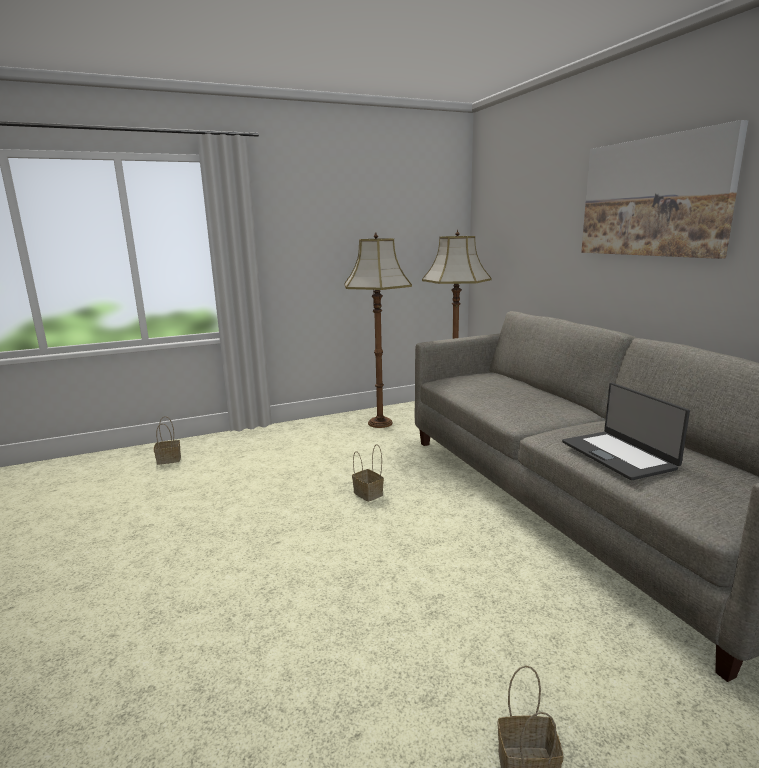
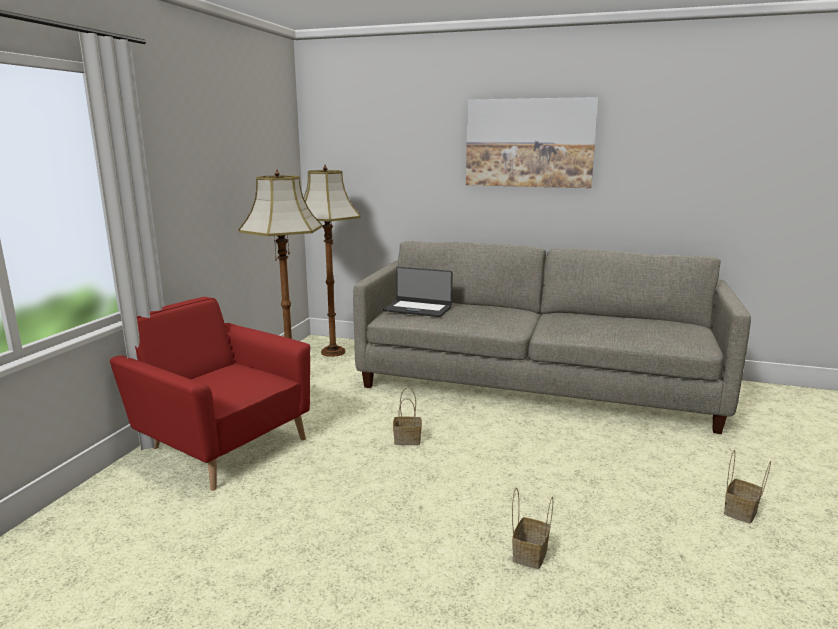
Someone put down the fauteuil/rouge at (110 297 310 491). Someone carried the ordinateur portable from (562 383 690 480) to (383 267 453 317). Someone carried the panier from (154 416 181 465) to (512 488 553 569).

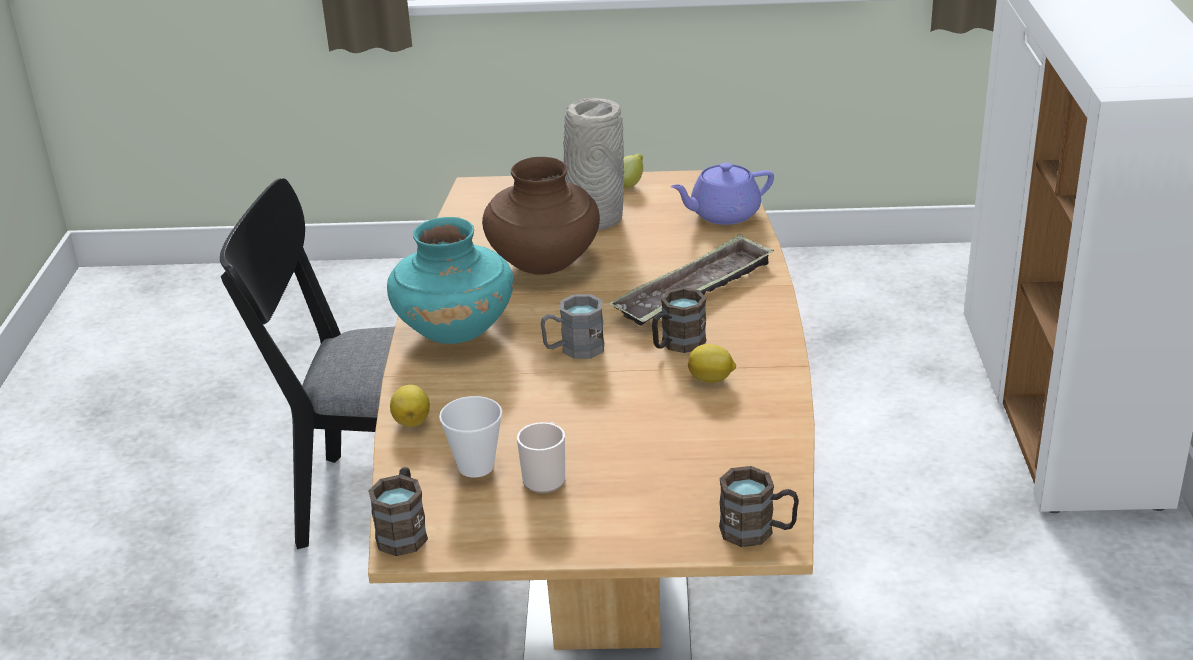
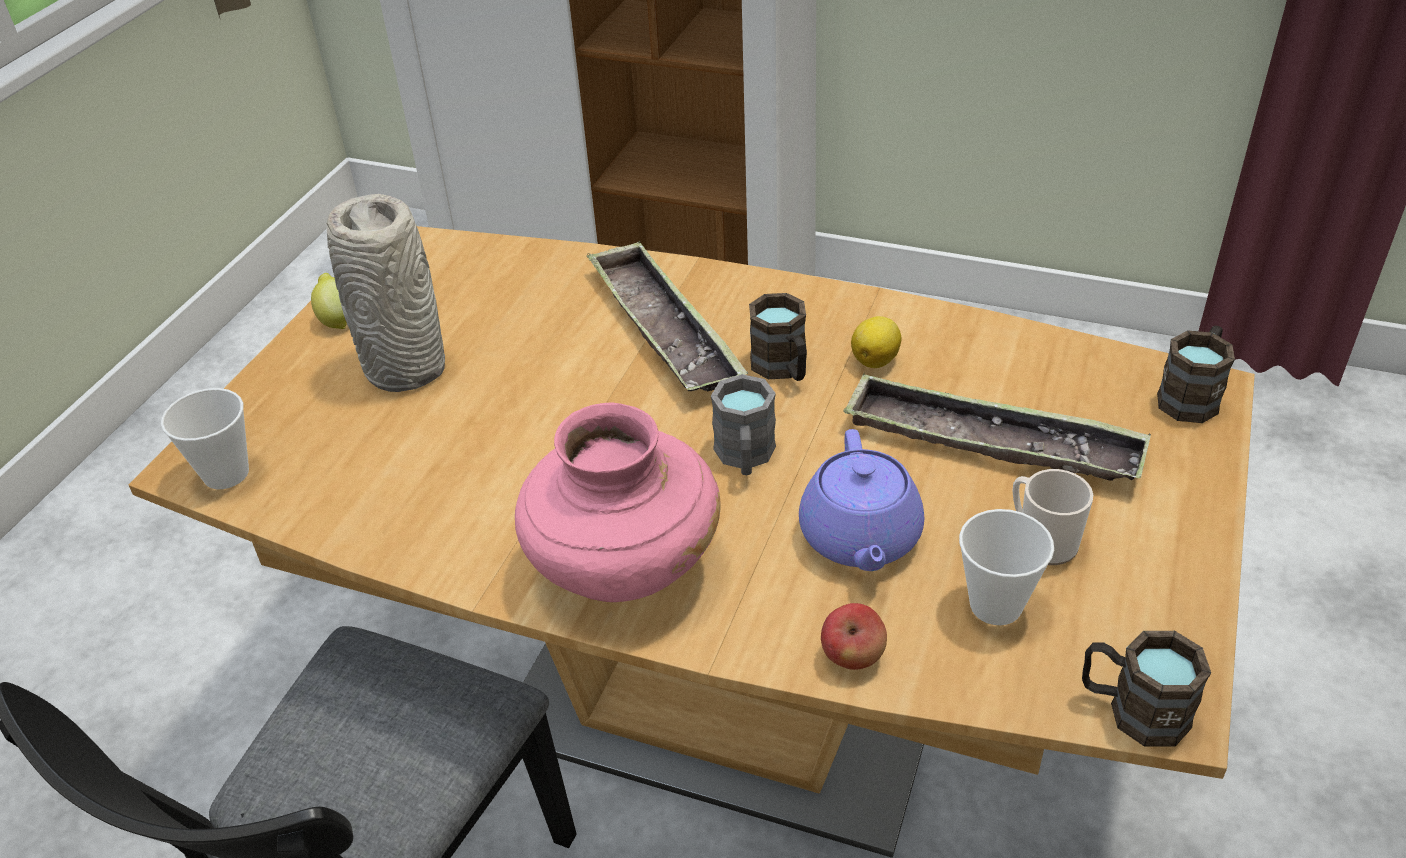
Someone put down the tasse at (161 388 249 489). Someone repainted the vase/turquoise at (387 217 514 344), which became the vase/rose at (515 402 721 602). Someone carried the théière/violet from (670 163 774 225) to (799 429 924 571). Someone swapped the citron at (390 385 430 427) for the pomme at (821 603 887 670). Someone put down the plateau at (843 373 1151 481). Someone took away the vase/marron at (482 157 600 275).

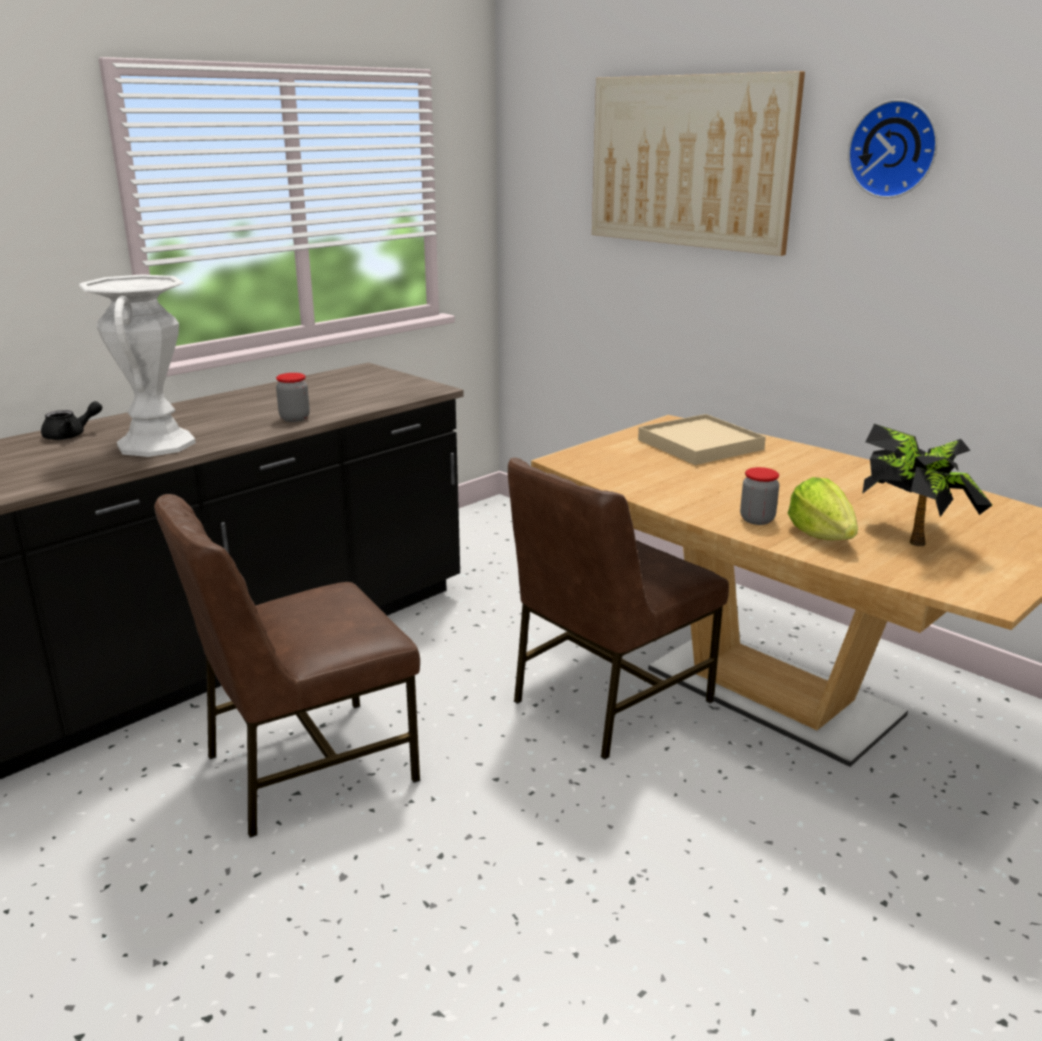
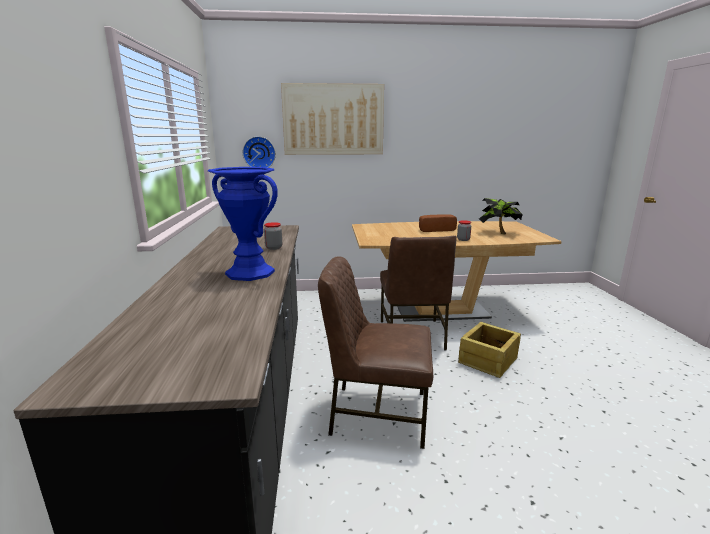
Someone repainted the vase/blanc at (79 274 196 457), which became the vase/bleu at (208 167 278 281). Someone carried the horloge murale from (848 99 938 199) to (243 136 276 168). Someone rotated the chaise/marron at (154 494 420 838) by 90 degrees clockwise. Someone put down the pain at (419 214 457 232). Someone put down the caisse at (458 321 521 378). Someone took away the théière/noir at (41 401 102 440). Someone took away the plateau/beige at (638 414 766 465). Someone took away the laitue at (787 477 858 540).

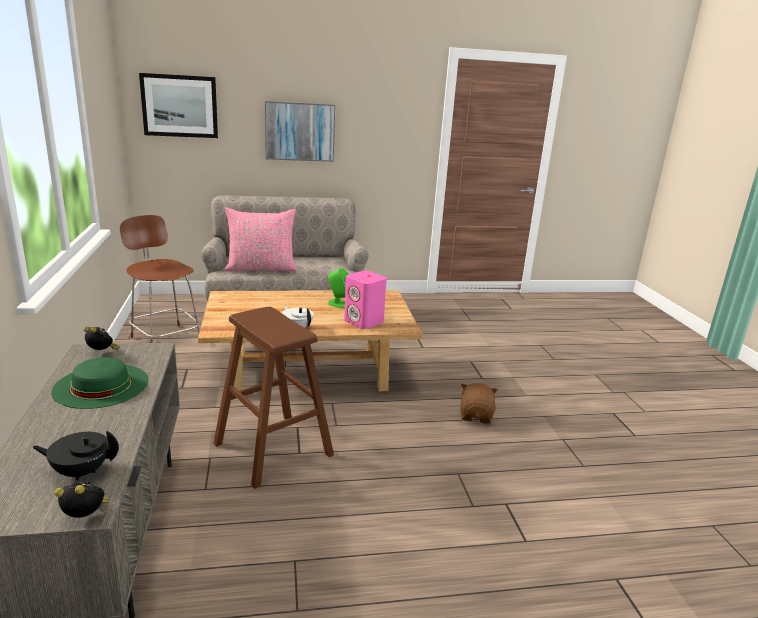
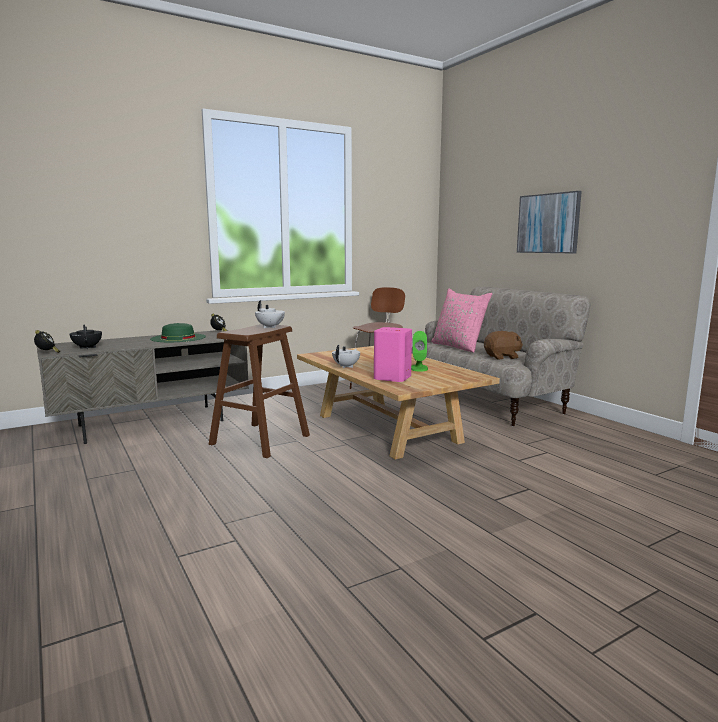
Someone put down the théière/blanc at (255 300 285 328). Someone carried the peluche/marron from (461 383 498 424) to (484 331 523 360). Someone took away the tableau at (139 73 218 138).

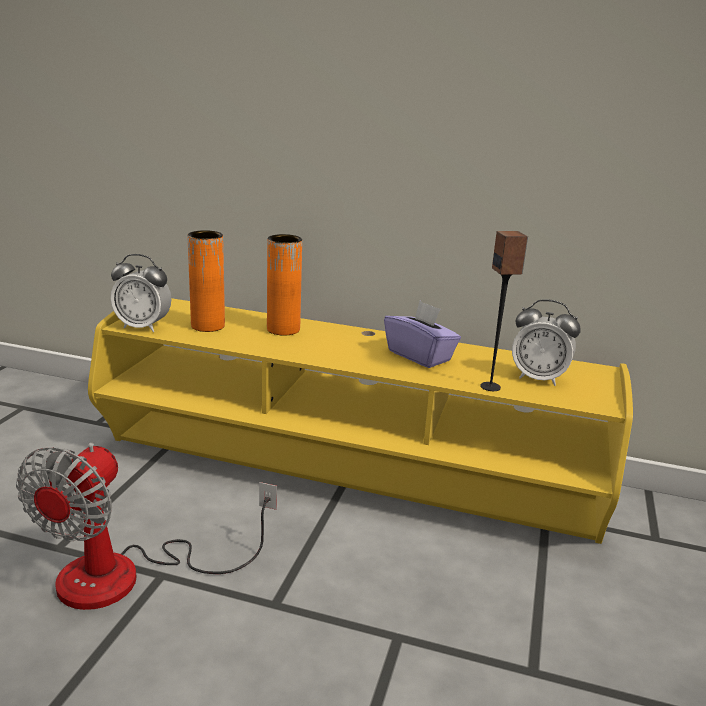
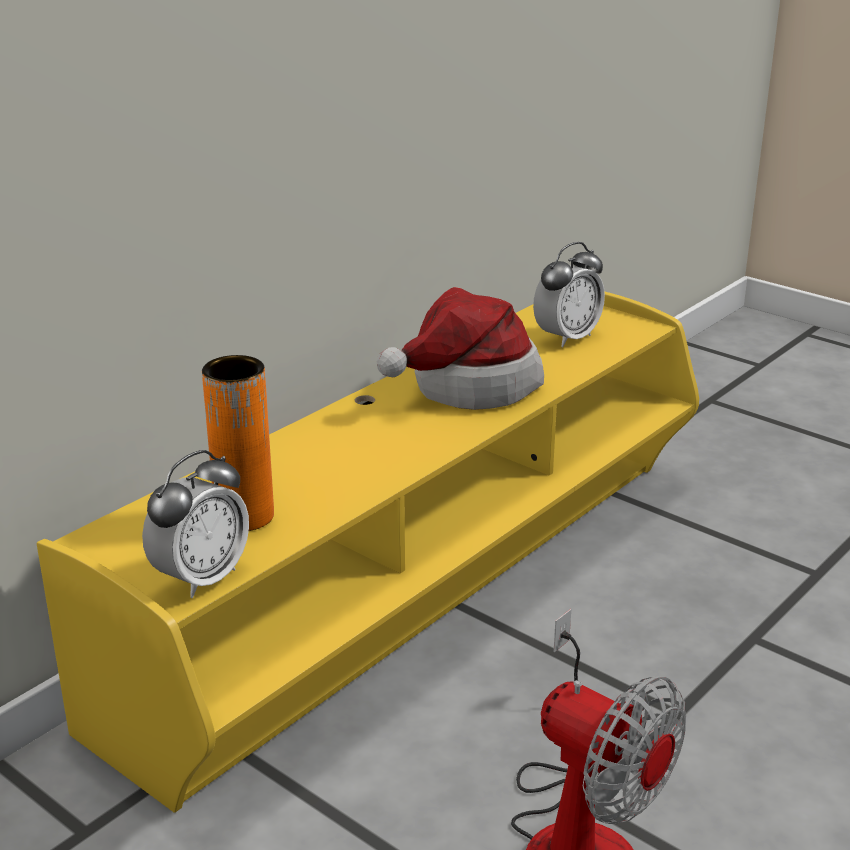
Someone swapped the boîte à mouchoirs/violet at (384 301 461 368) for the chapeau at (376 287 544 410). Someone took away the vase/orange at (267 234 302 335). Someone took away the enceinte at (480 231 528 391).

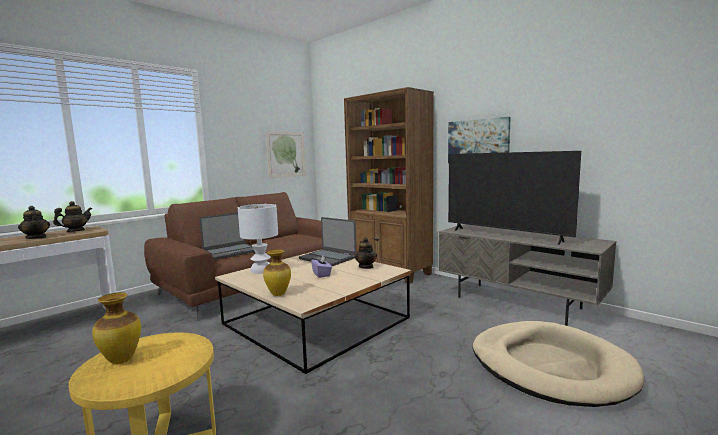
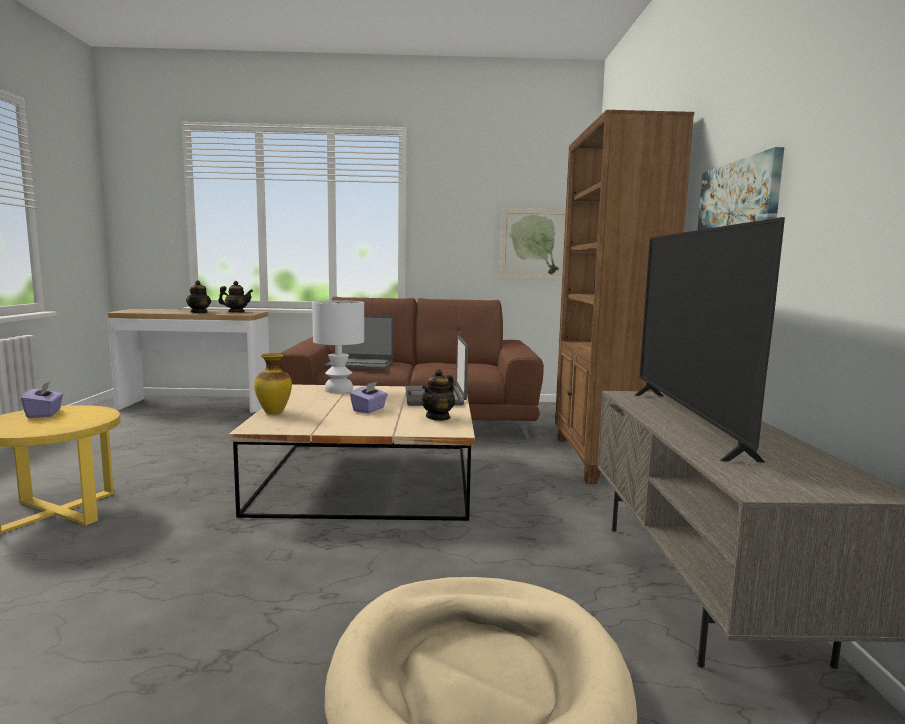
Someone swapped the vase at (92 292 141 364) for the boîte à mouchoirs/violet at (21 381 63 418).

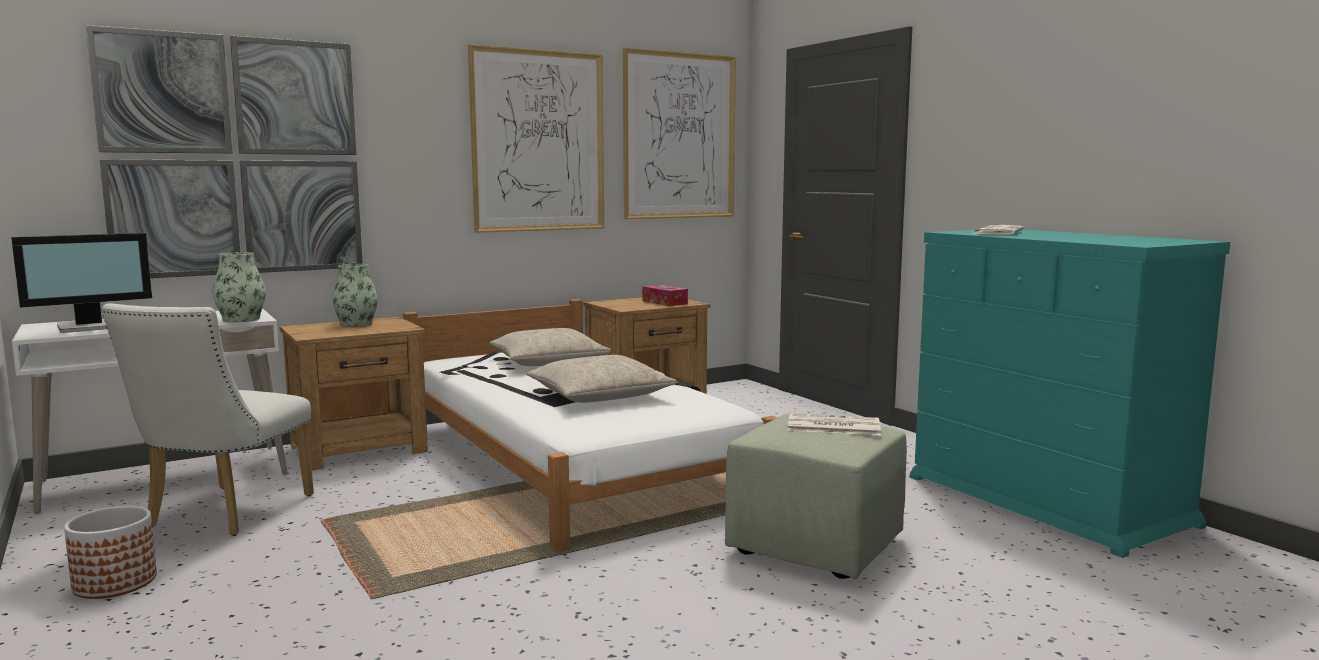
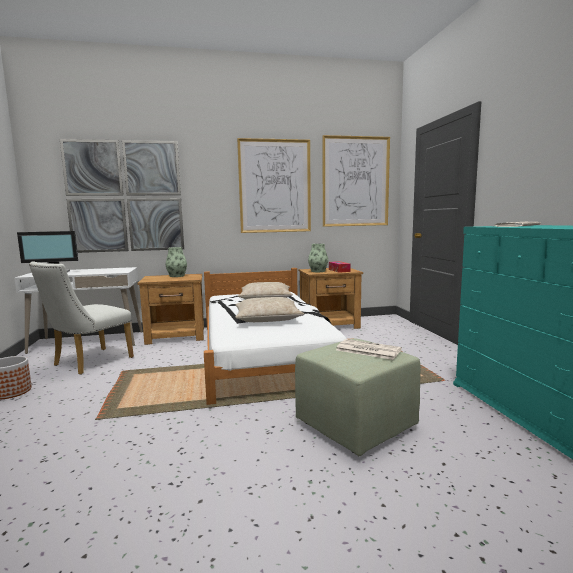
Someone carried the vase from (212 252 266 322) to (308 244 328 272).

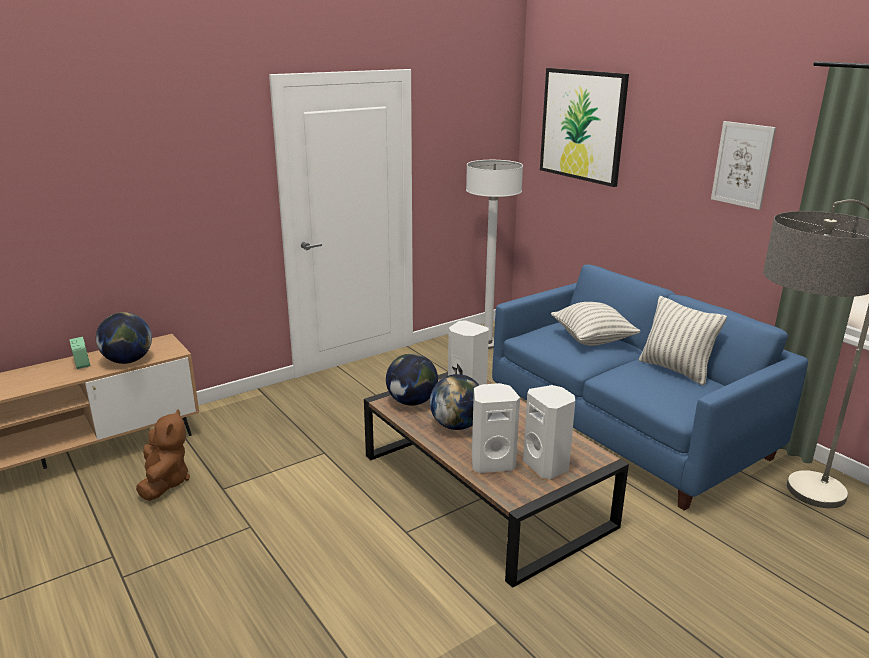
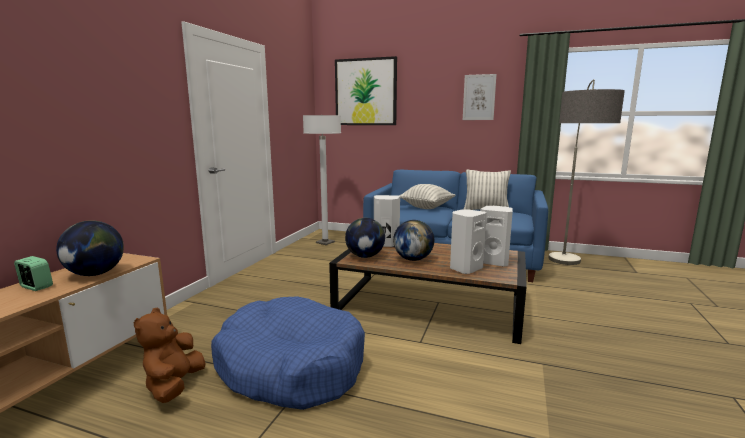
Someone rotated the peluche/marron at (136 409 190 501) by 135 degrees counterclockwise. Someone put down the panier pour chien/bleu at (211 296 365 410).

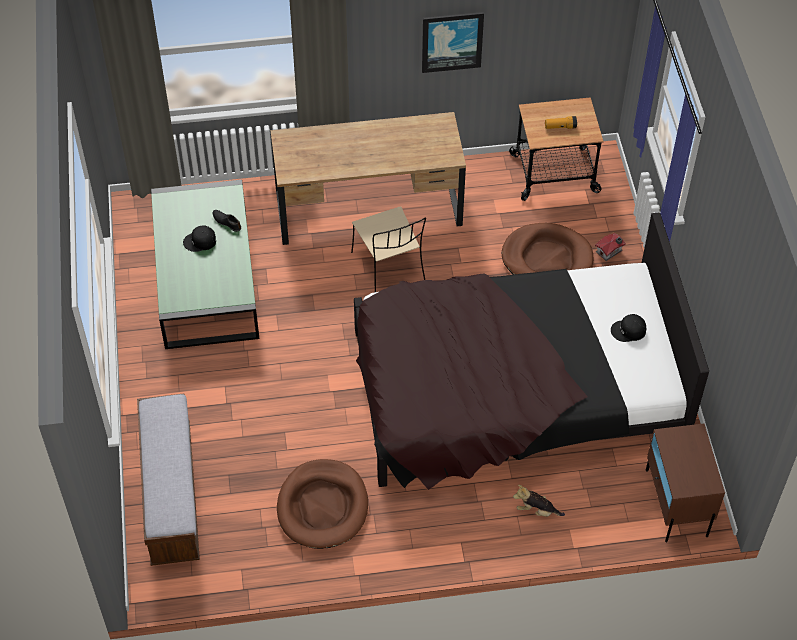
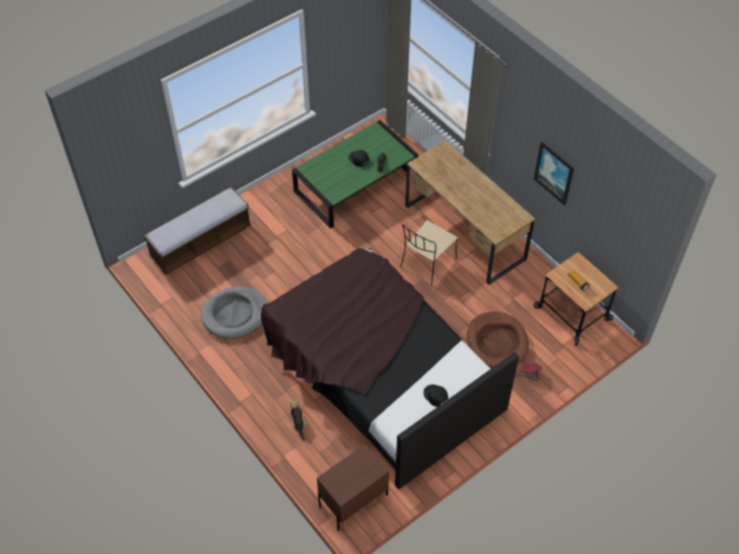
Someone repainted the panier pour chien/marron at (277 459 368 549), which became the panier pour chien/gris at (201 286 268 339).

